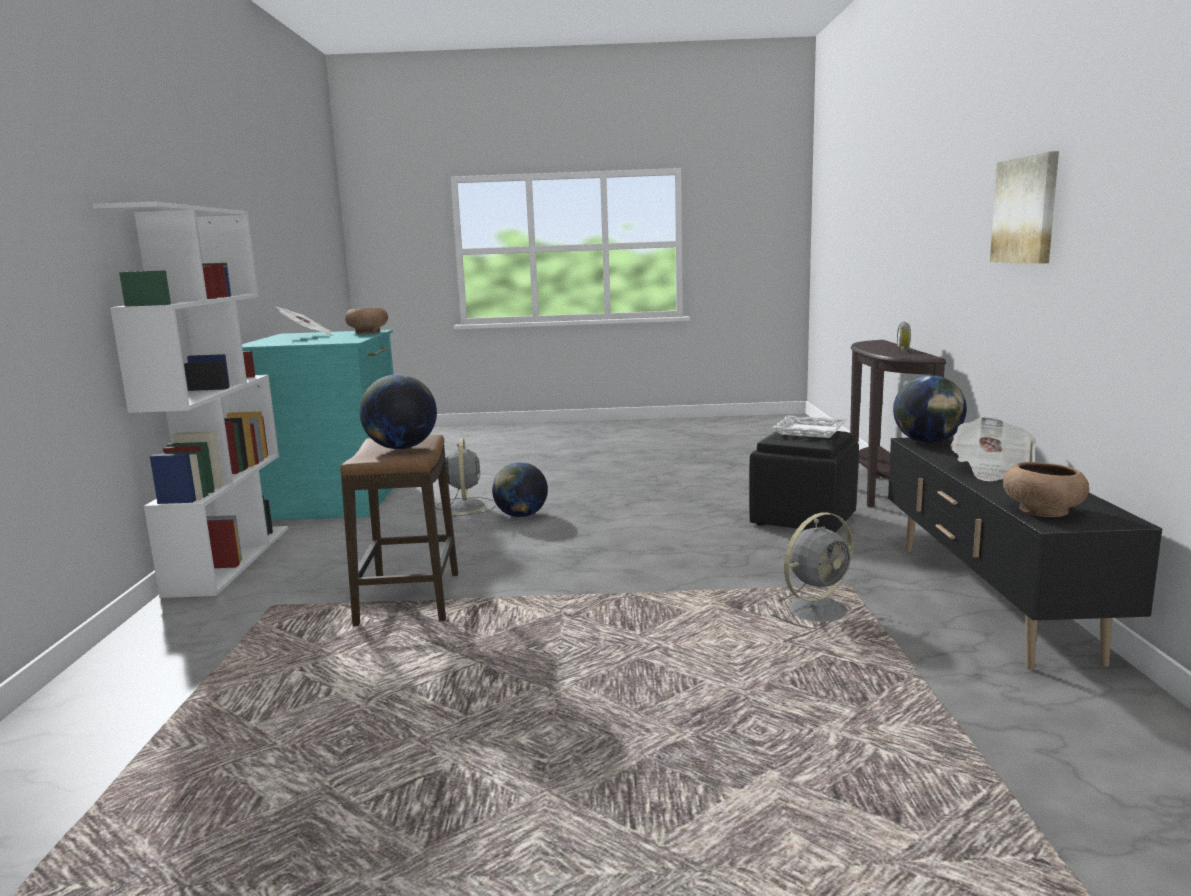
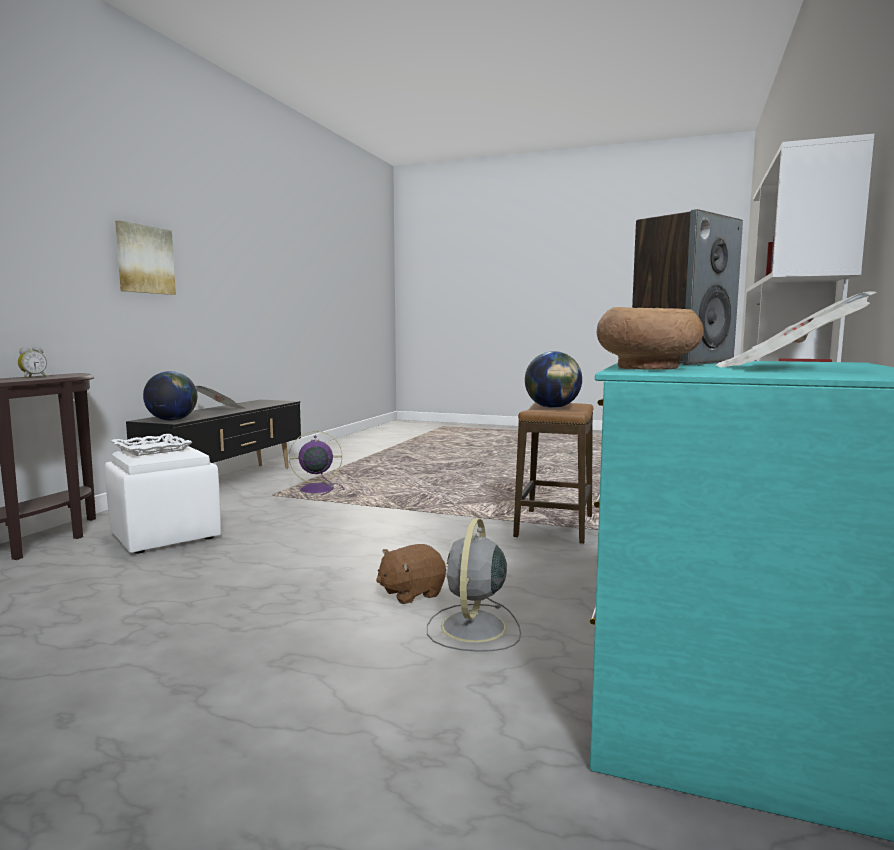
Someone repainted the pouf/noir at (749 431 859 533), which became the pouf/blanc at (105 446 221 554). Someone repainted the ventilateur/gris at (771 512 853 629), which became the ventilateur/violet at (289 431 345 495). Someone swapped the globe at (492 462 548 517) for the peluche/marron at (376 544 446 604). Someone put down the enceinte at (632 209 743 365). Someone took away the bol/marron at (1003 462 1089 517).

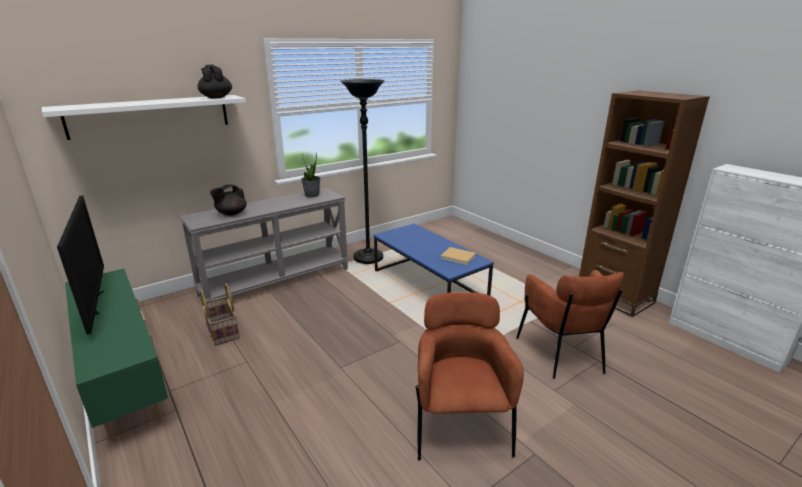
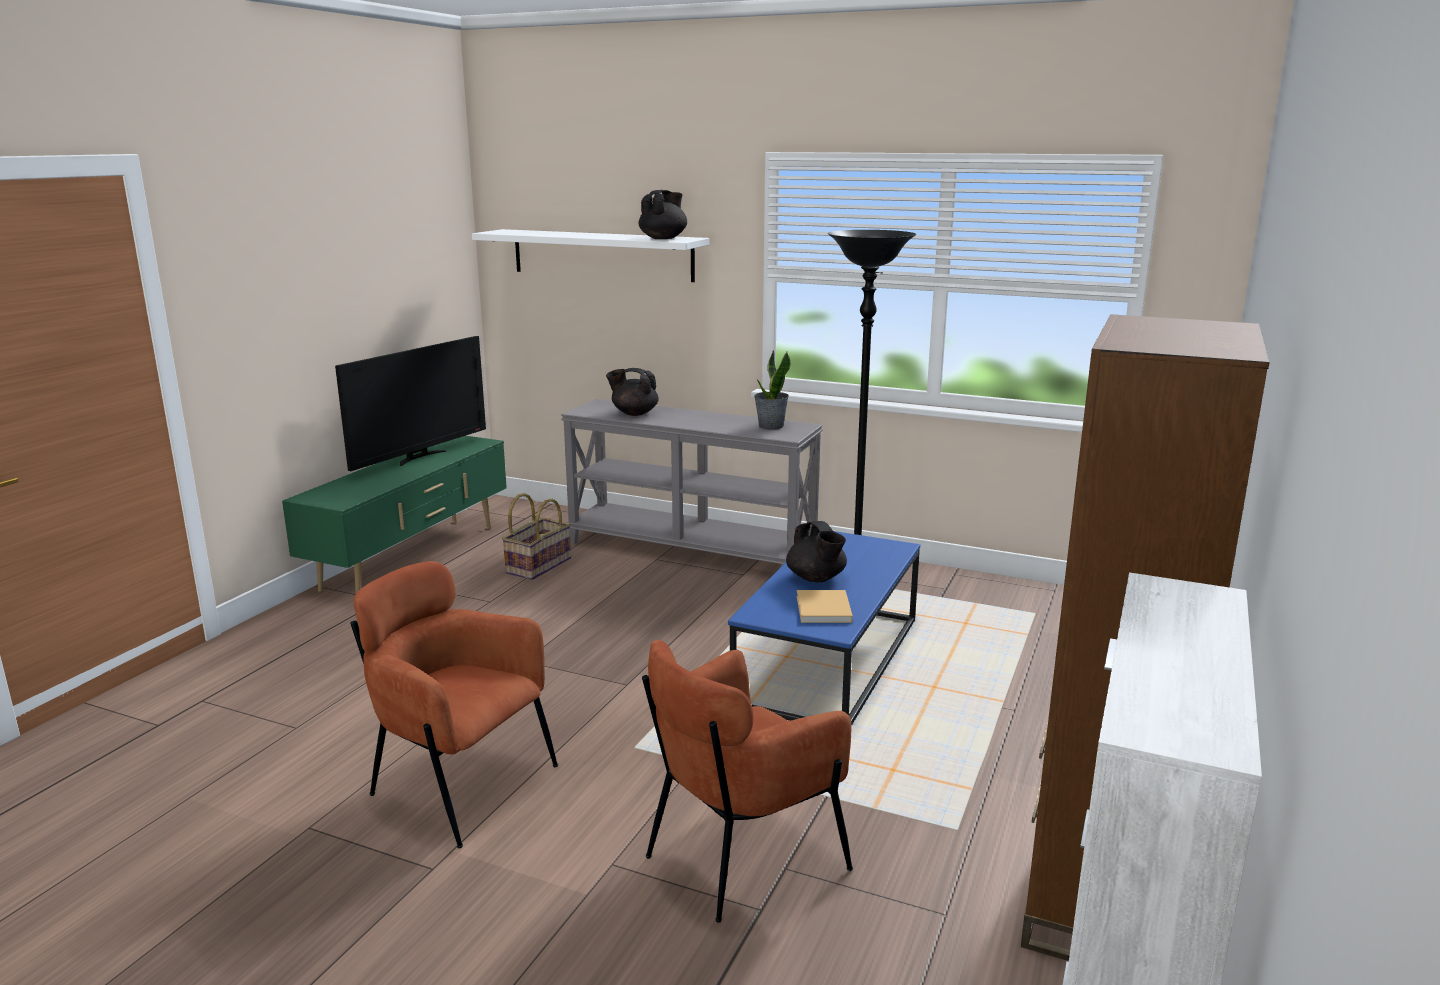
Someone rotated the fauteuil/marron at (416 292 524 461) by 120 degrees counterclockwise. Someone put down the théière/noir at (786 521 847 582).

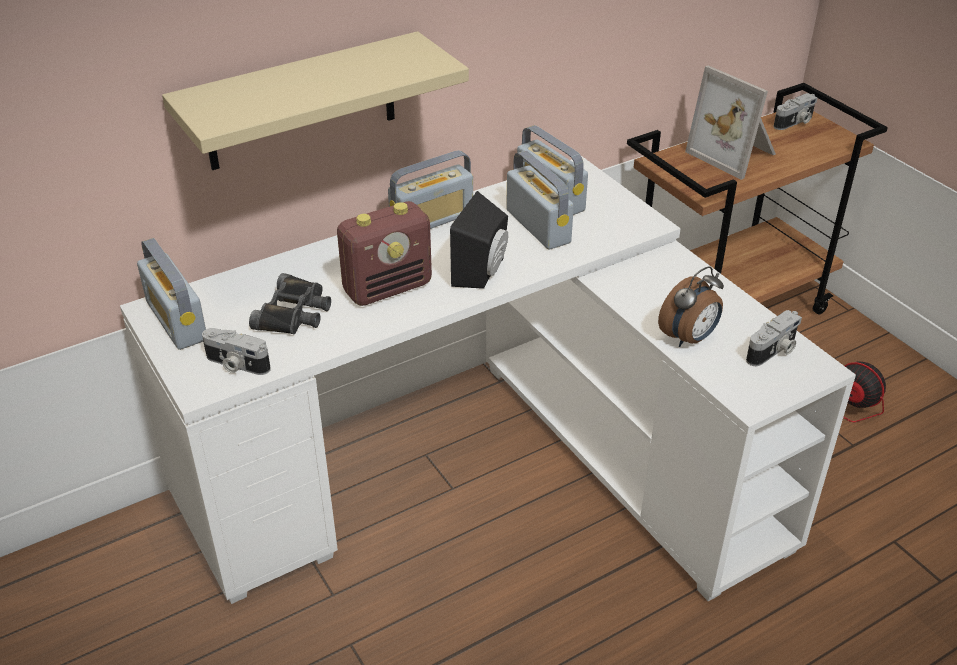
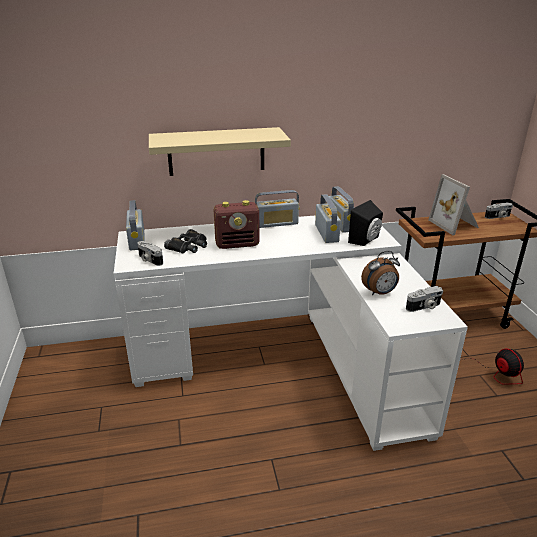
Someone carried the enceinte/noir from (450 191 508 289) to (348 200 383 246).

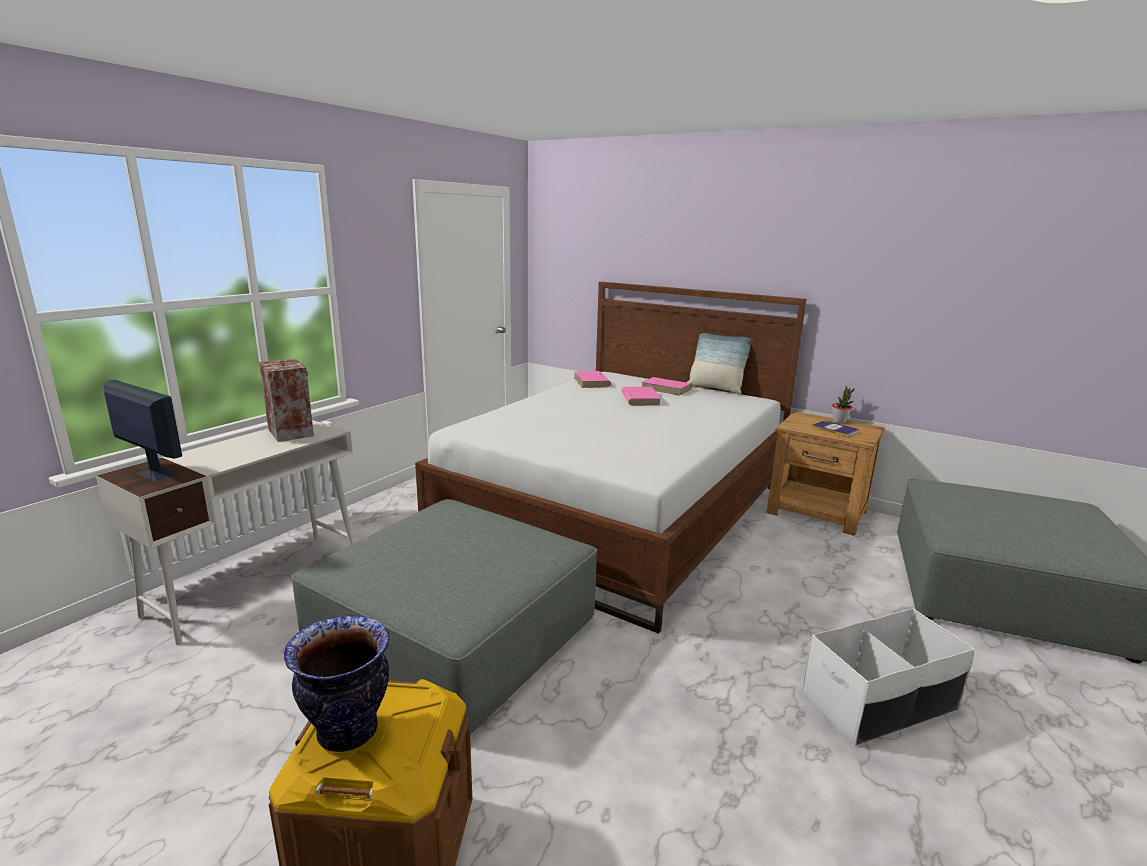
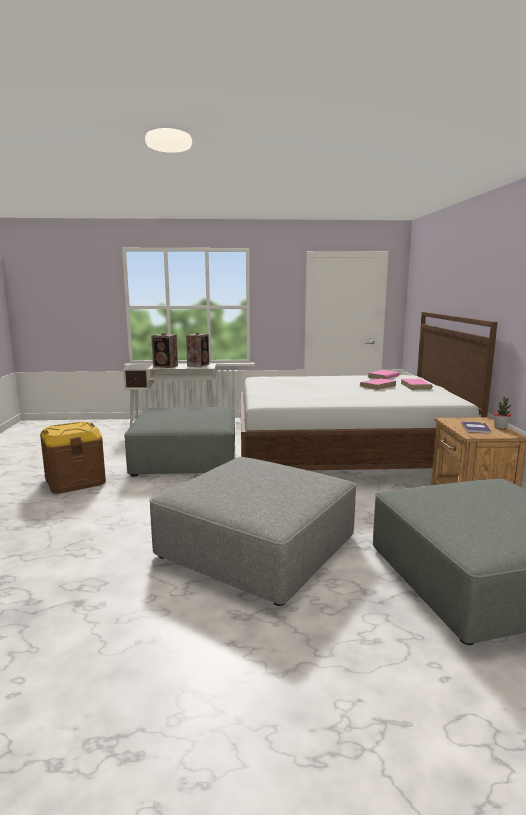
Someone swapped the boîte de rangement/blanc at (802 608 975 746) for the pouf/gris at (149 457 357 606). Someone put down the enceinte at (151 333 178 368). Someone took away the écran d'ordinateur at (103 380 182 481). Someone took away the vase at (284 616 390 752). Someone took away the coussin at (687 333 752 394).

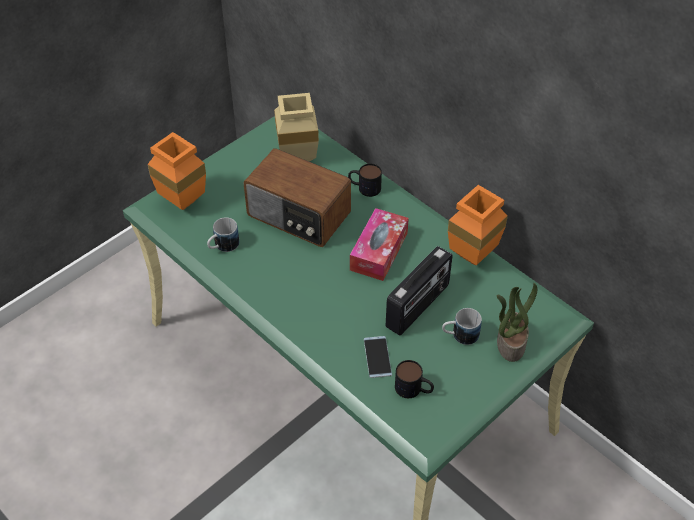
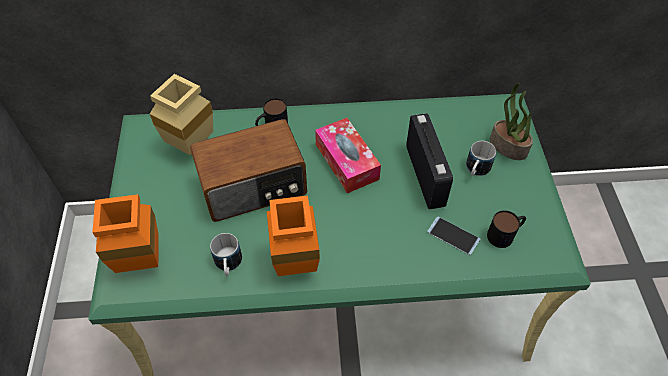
Someone carried the vase/orange from (448 185 508 265) to (267 196 320 276).

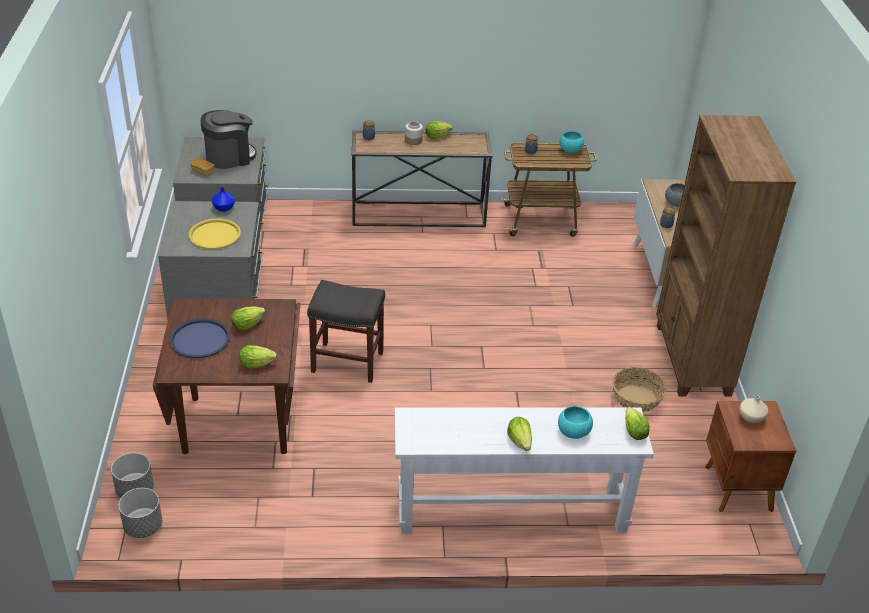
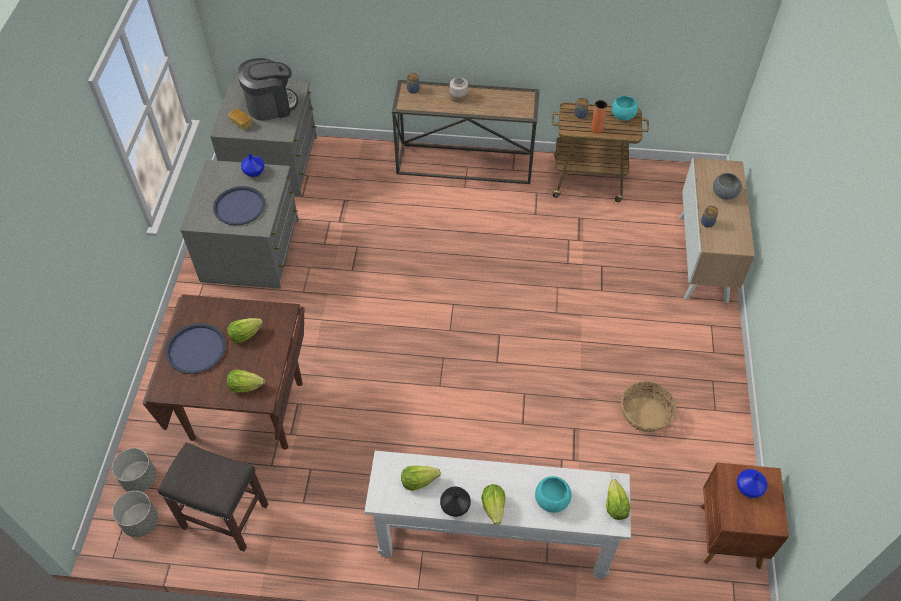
Someone carried the tabouret/gris from (307 280 385 383) to (158 442 268 551). Someone repainted the plateau/jaune at (189 218 241 249), which became the plateau/bleu at (213 186 265 225). Someone carried the laitue from (426 121 453 139) to (401 466 441 491). Someone put down the vase/noir at (440 487 471 517). Someone put down the vase/orange at (591 100 607 134). Someone repainted the vase/beige at (739 395 768 423), which became the vase/bleu at (737 469 767 498). Someone took away the bibliothèque/marron at (656 115 796 397).

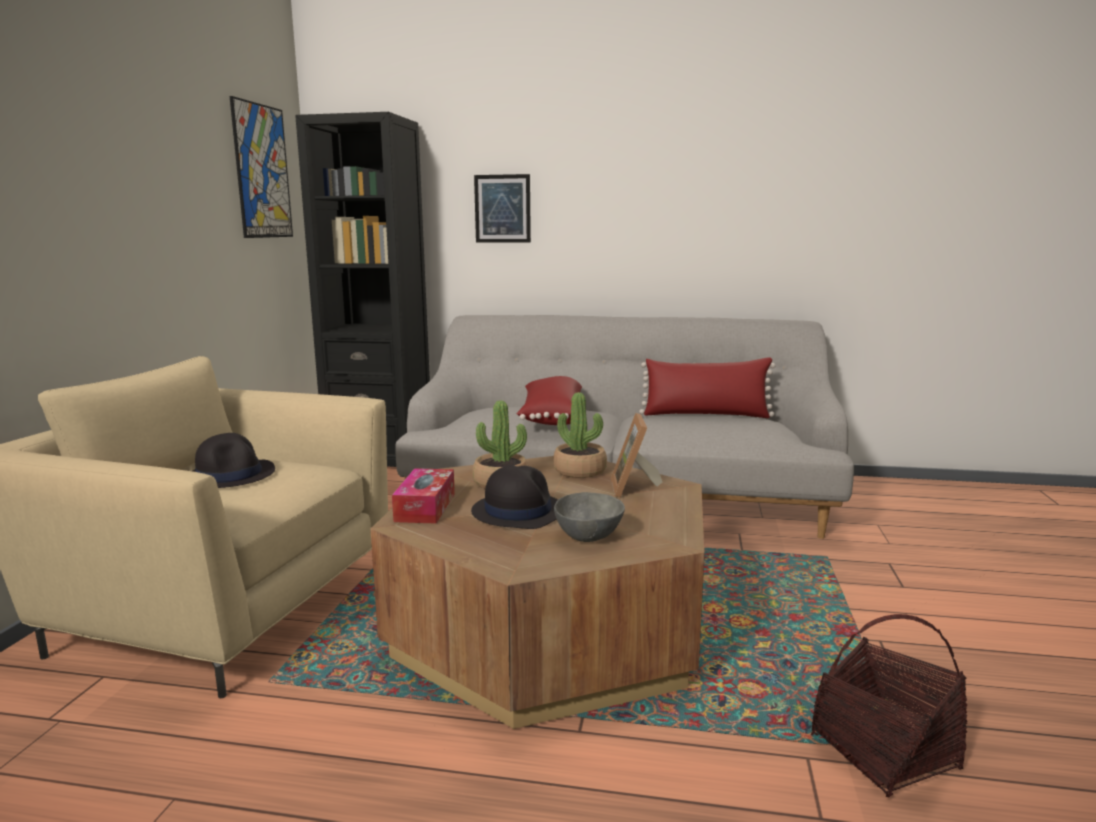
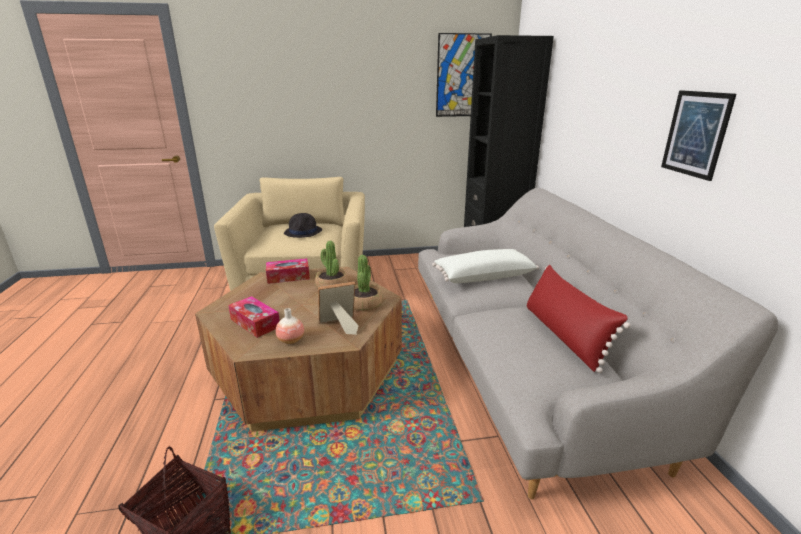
Someone swapped the bol/gris at (554 492 625 542) for the boîte à mouchoirs at (228 296 280 338). Someone put down the vase at (276 308 304 344). Someone repainted the coussin/rouge at (516 376 582 425), which became the coussin/blanc at (432 249 539 283). Someone carried the tableau from (474 174 531 243) to (661 90 736 181). Someone took away the chapeau/noir at (471 465 558 529).

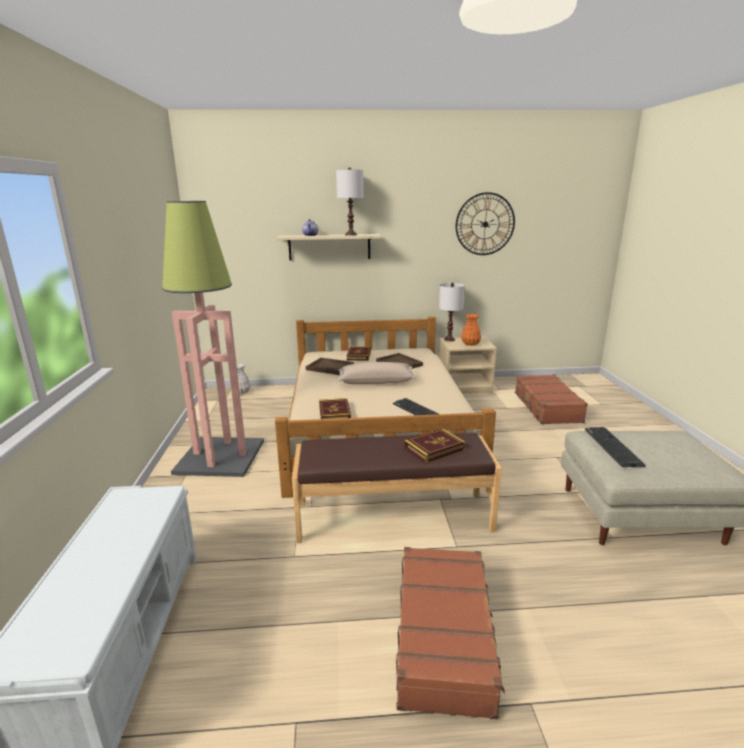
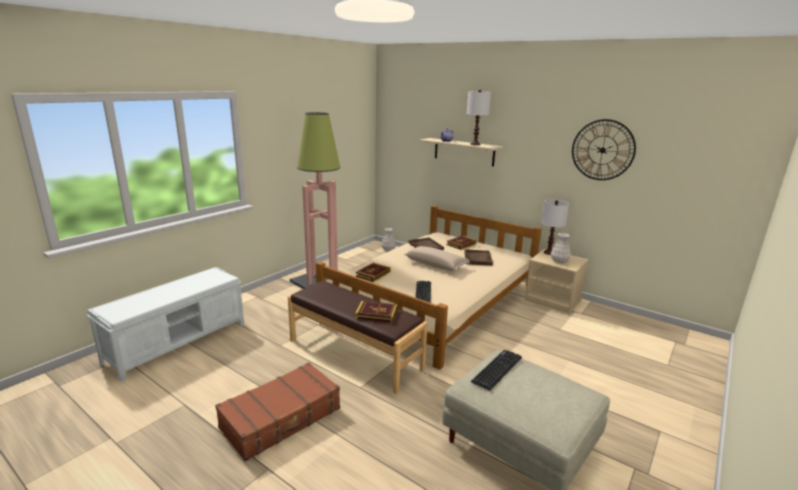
Someone repainted the vase/orange at (461 314 481 346), which became the vase/blanc at (551 233 571 263). Someone took away the valise/marron at (514 375 588 424).

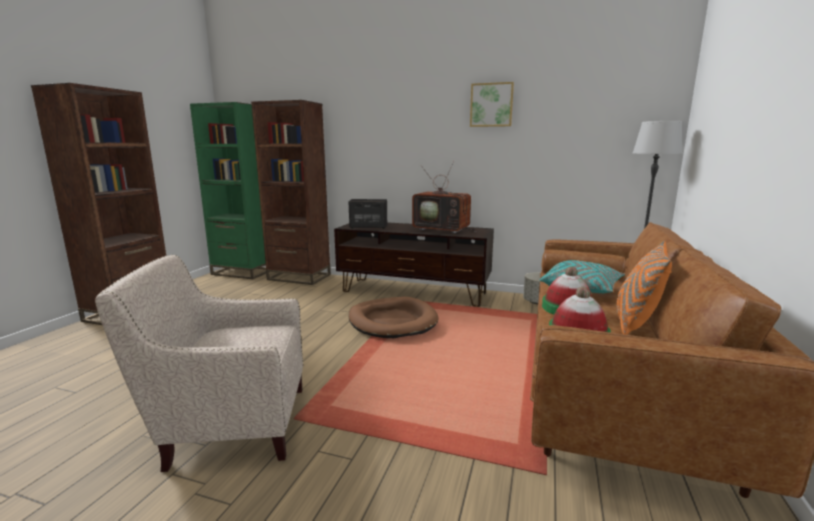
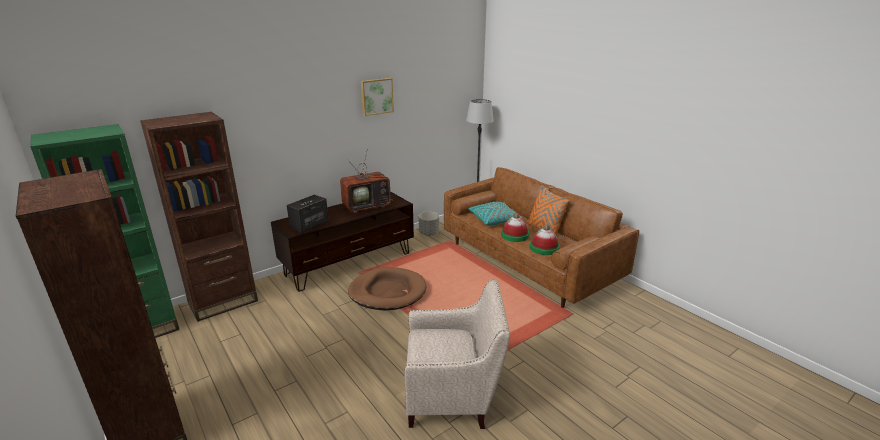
Someone rotated the fauteuil/beige at (95 255 303 472) by 120 degrees counterclockwise.

